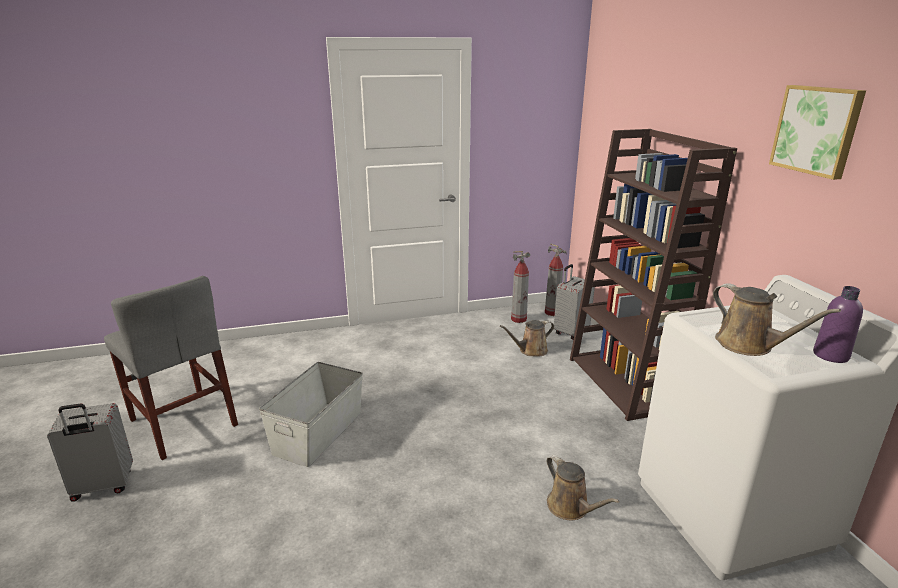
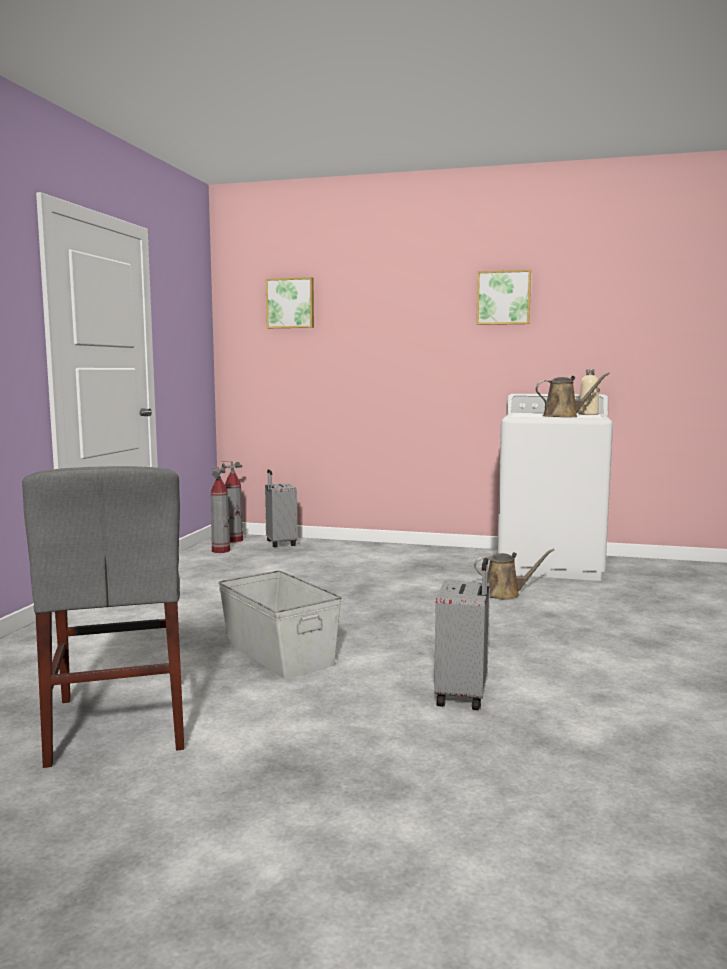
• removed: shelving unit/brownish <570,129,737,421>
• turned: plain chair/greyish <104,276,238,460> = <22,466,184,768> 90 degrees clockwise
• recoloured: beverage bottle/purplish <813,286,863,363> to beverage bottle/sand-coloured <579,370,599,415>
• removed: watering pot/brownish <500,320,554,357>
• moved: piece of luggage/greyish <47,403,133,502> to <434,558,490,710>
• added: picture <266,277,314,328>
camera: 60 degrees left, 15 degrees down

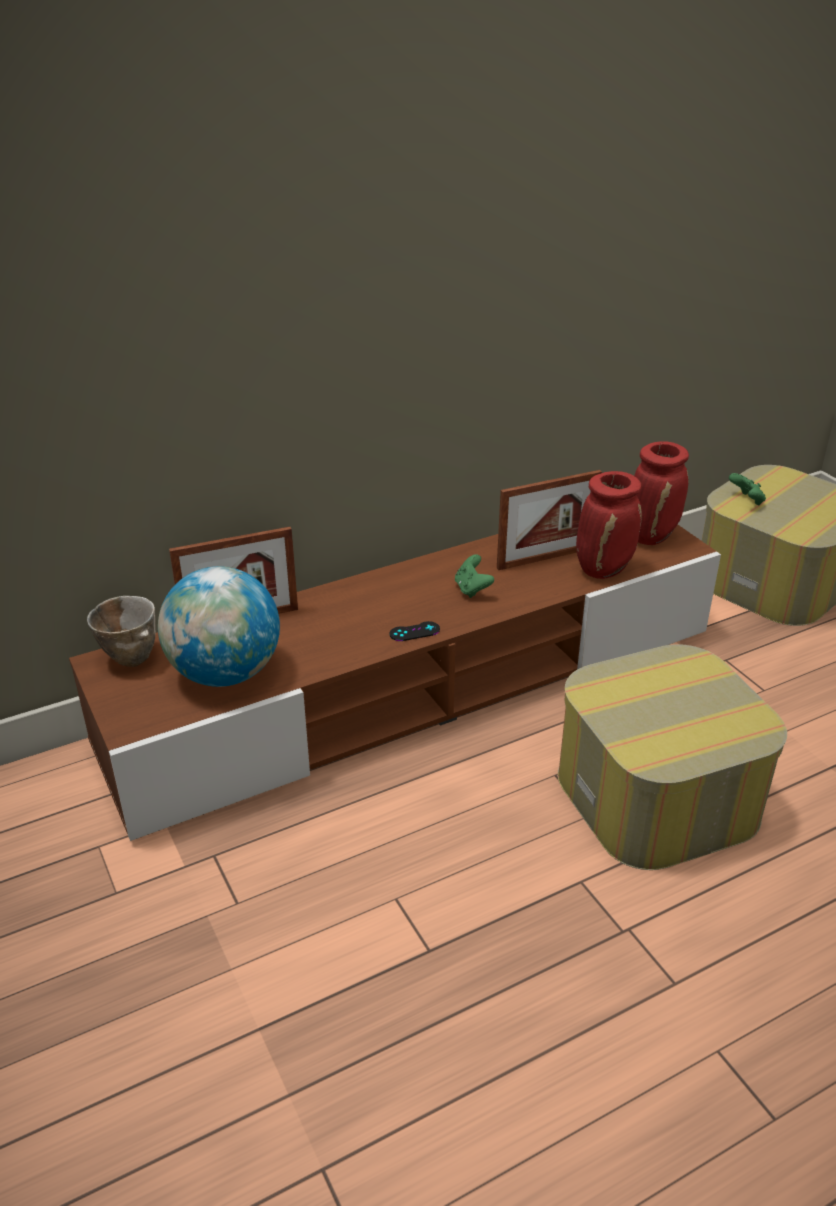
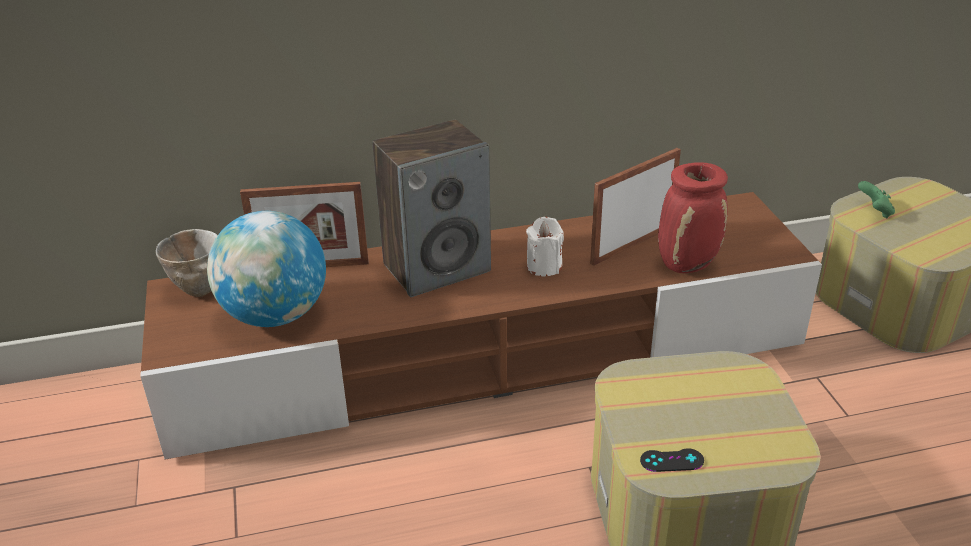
• removed: flower vase/reddish <634,441,689,545>
• turned: standing frame <497,470,602,570> = <590,148,681,266> 150 degrees clockwise
• replaced: gamepad/green-coloured <455,554,494,598> to wax light/white <526,217,564,276>
• moved: gamepad/black-coloured <389,621,440,641> to <640,448,704,472>
• added: audio speaker <372,120,491,297>
camera: 15 degrees right, 0 degrees up

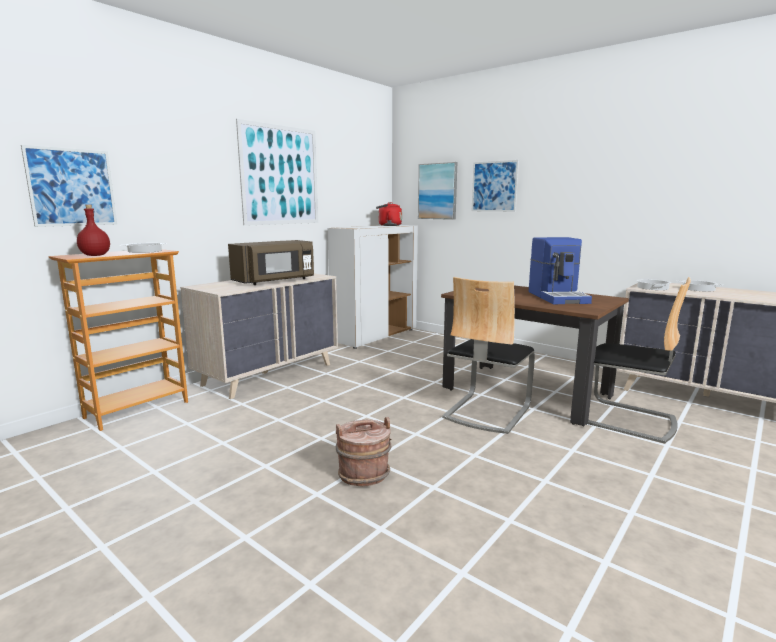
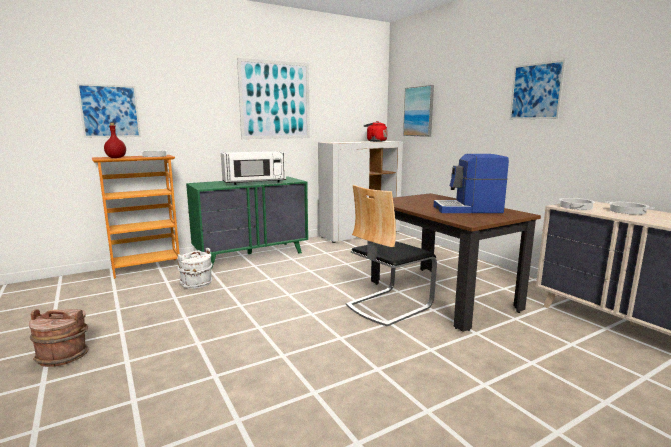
• moved: picture <472,160,519,212> to <510,59,566,119>
• turned: coffee brewer <529,237,592,304> = <434,154,509,213> 75 degrees clockwise
• recoloured: kitchen microwave/brownish <228,240,314,285> to kitchen microwave/white <221,151,286,185>
• recoloured: dresser/sand-coloured <180,273,338,399> to dresser/green-coloured <186,176,308,269>
• removed: plain chair <587,277,691,443>
• moved: bucket/brownish <336,417,392,486> to <29,309,89,367>
• added: bucket/white <177,248,213,289>
camera: 20 degrees right, 0 degrees up

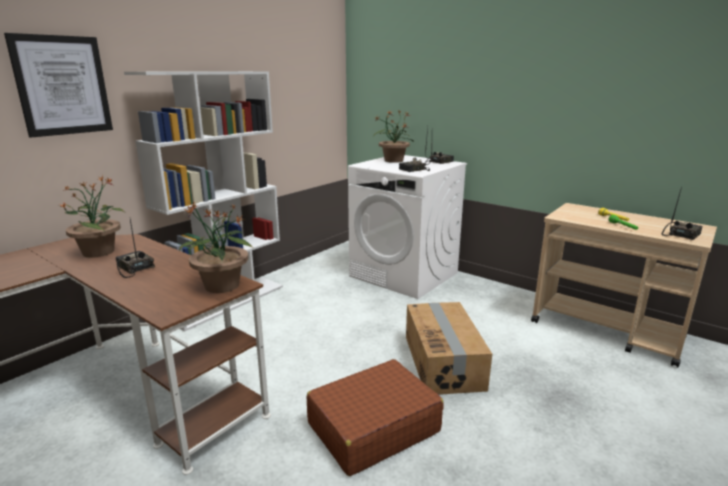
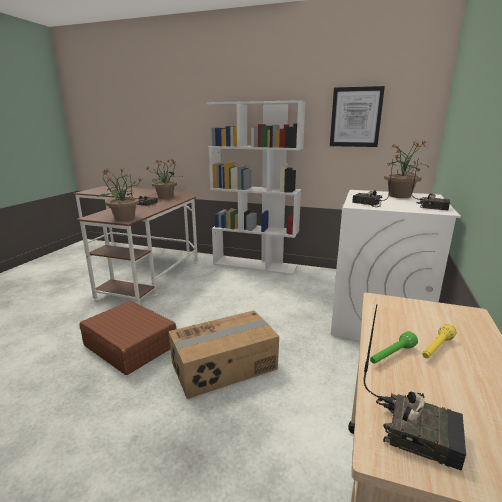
• moved: picture <4,33,113,138> to <330,86,385,147>
camera: 70 degrees right, 0 degrees up

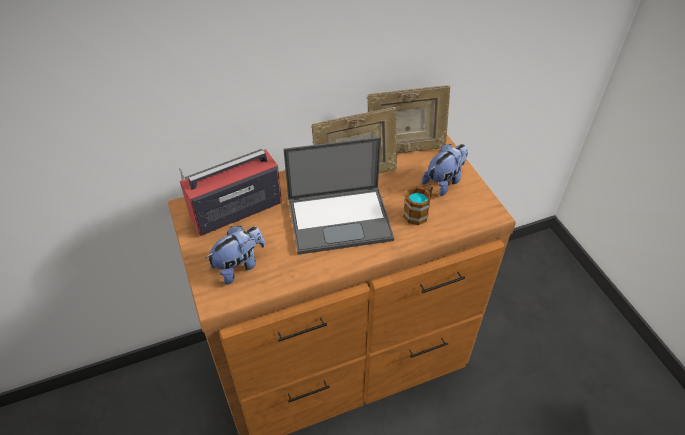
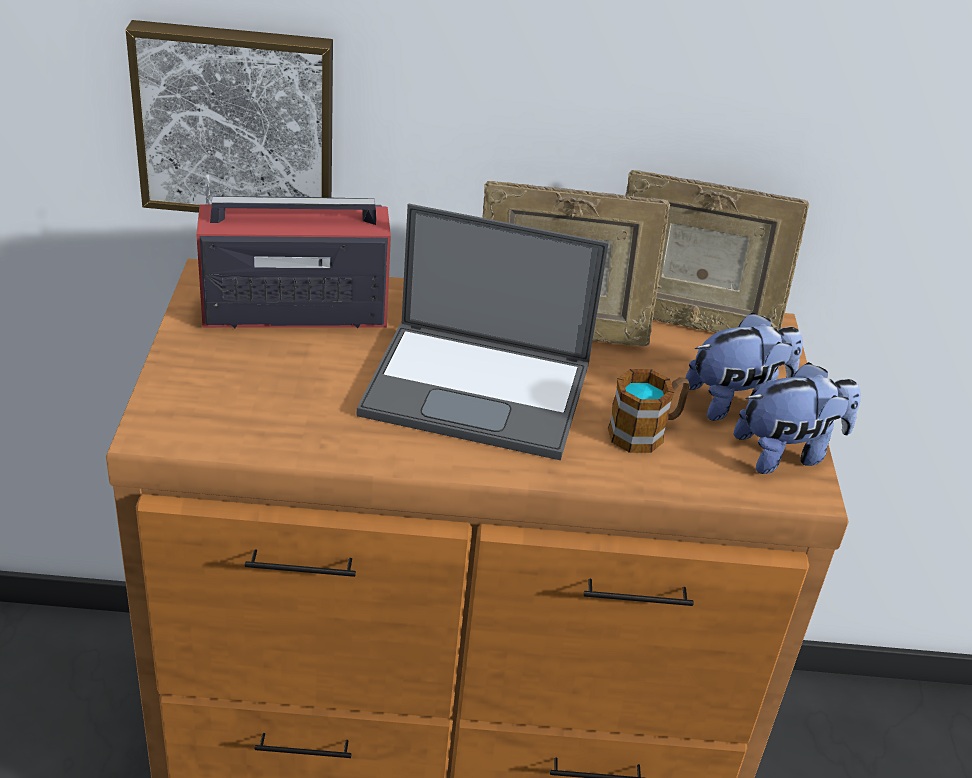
• moved: cuddly toy <206,226,265,284> to <733,362,861,474>
• added: picture <126,20,333,213>
camera: 20 degrees right, 10 degrees down

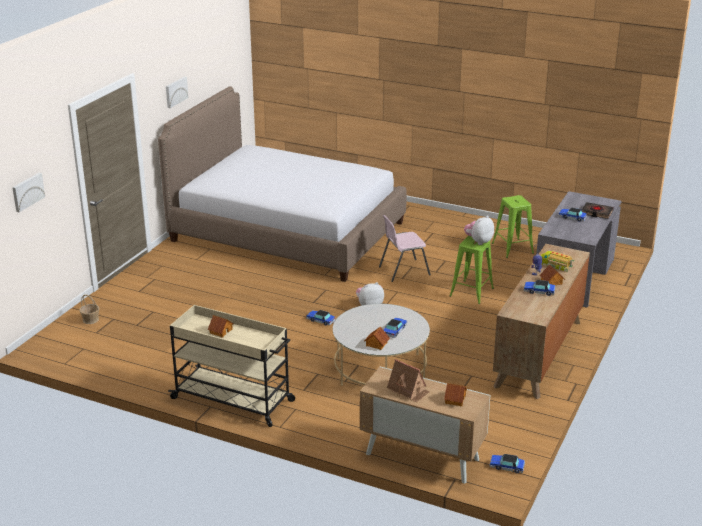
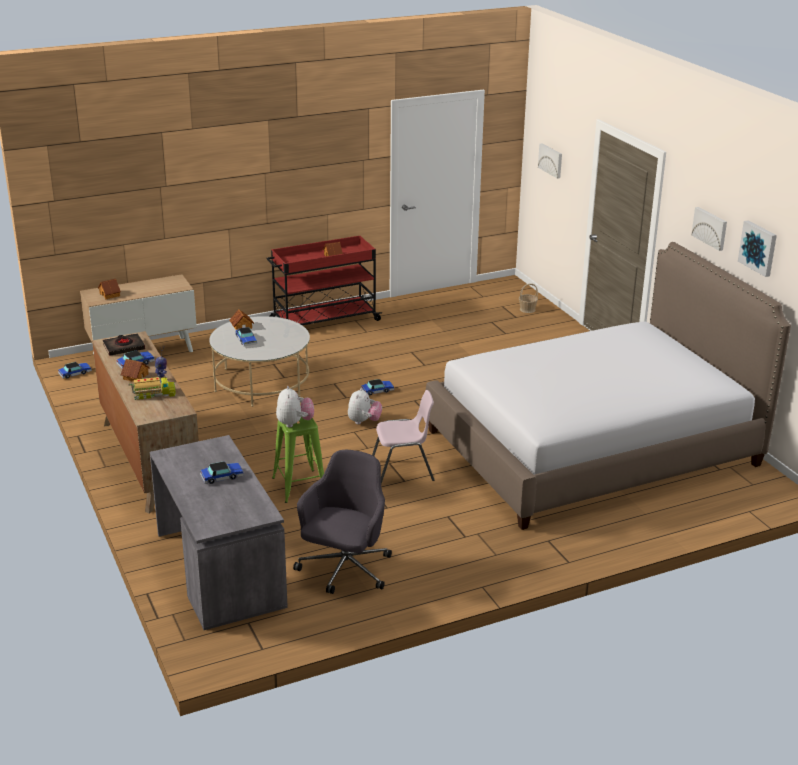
• replaced: sitting stool/green-coloured <492,195,534,258> to desk chair/greyish <293,450,392,594>
• moved: bound book/black-coloured <582,202,614,219> to <103,333,145,356>
• turned: plain chair/pinkish <379,215,431,282> = <372,390,435,484> 60 degrees clockwise
• recoloured: wheeled cart/sand-coloured <168,305,295,427> to wheeled cart/reddish <267,236,382,325>
• removed: model house <387,359,430,402>
• added: picture <738,220,777,277>
camera: 130 degrees right, 0 degrees up

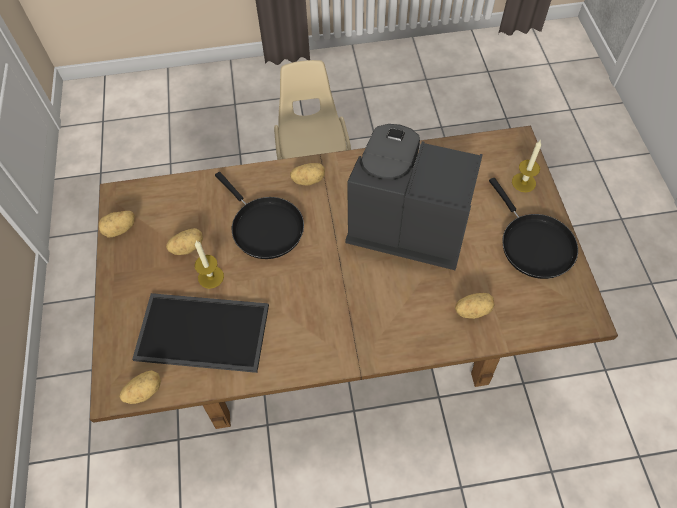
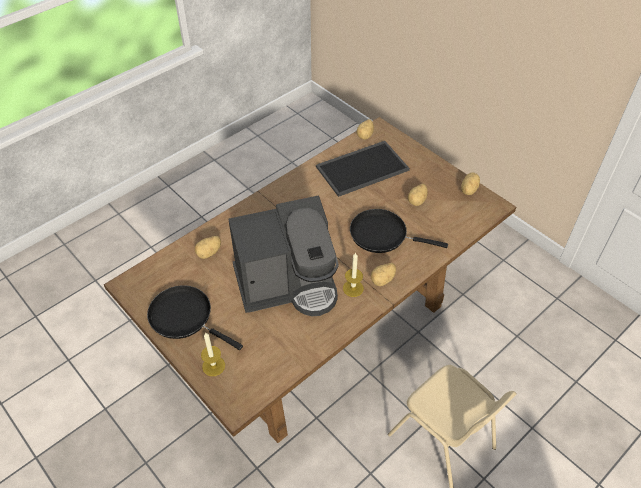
• moved: wax light <195,241,224,289> to <343,252,364,297>
camera: 145 degrees right, 10 degrees down

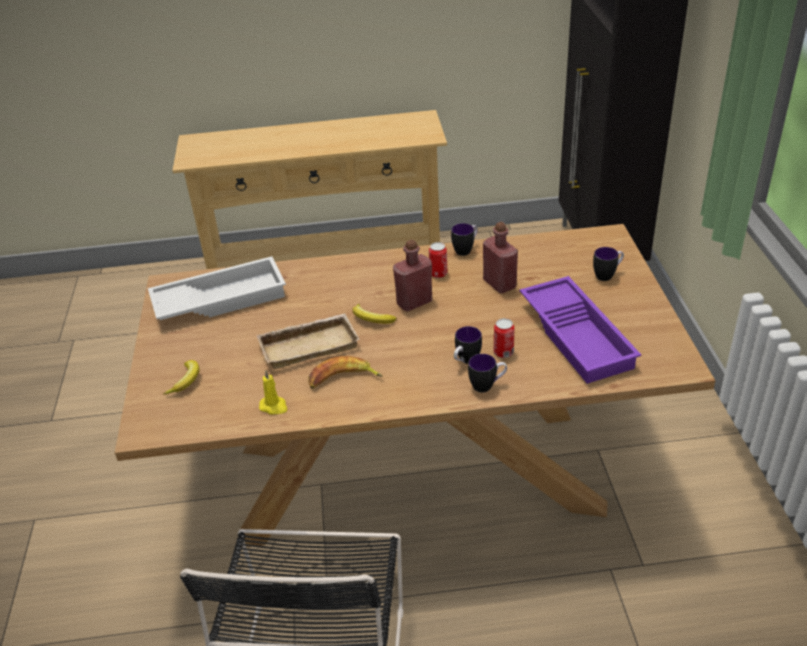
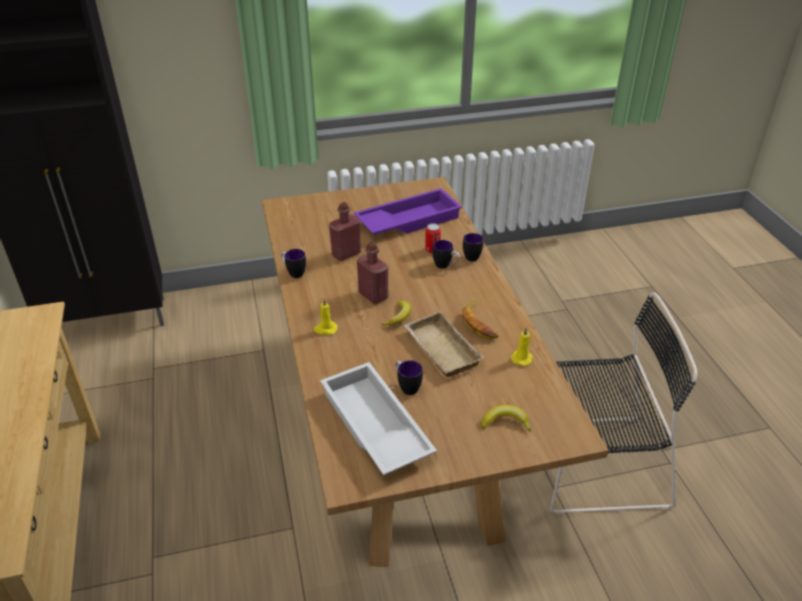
• removed: can <429,242,448,278>
• moved: coffee mug <593,247,624,281> to <396,360,423,395>
• added: wax light/yellow <313,299,338,335>
camera: 100 degrees left, 0 degrees up

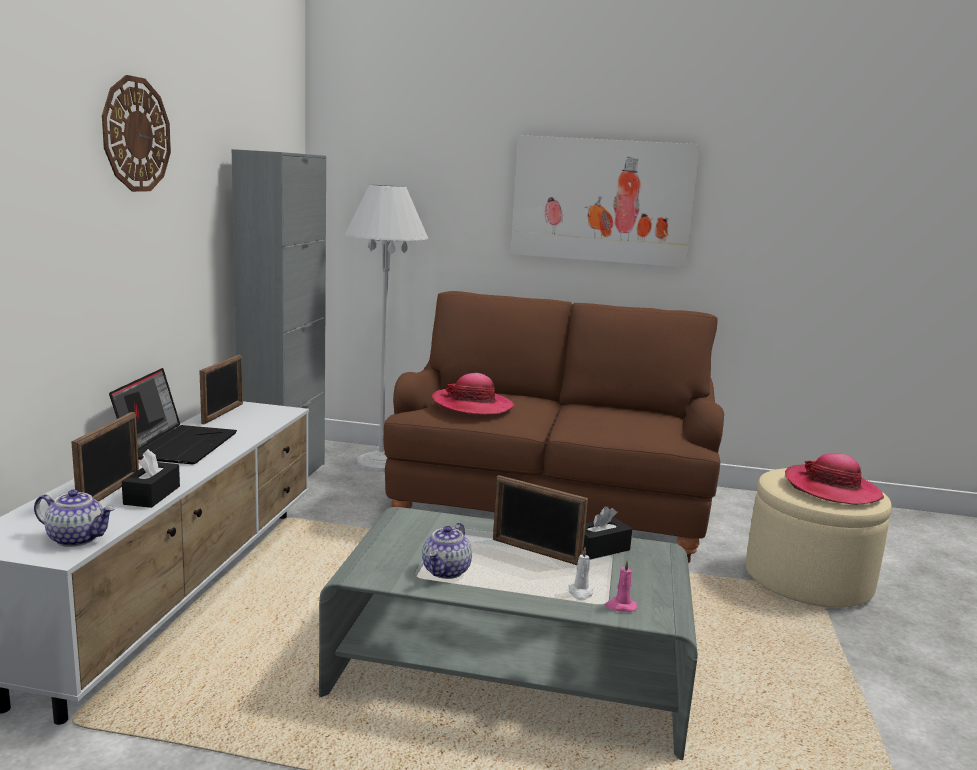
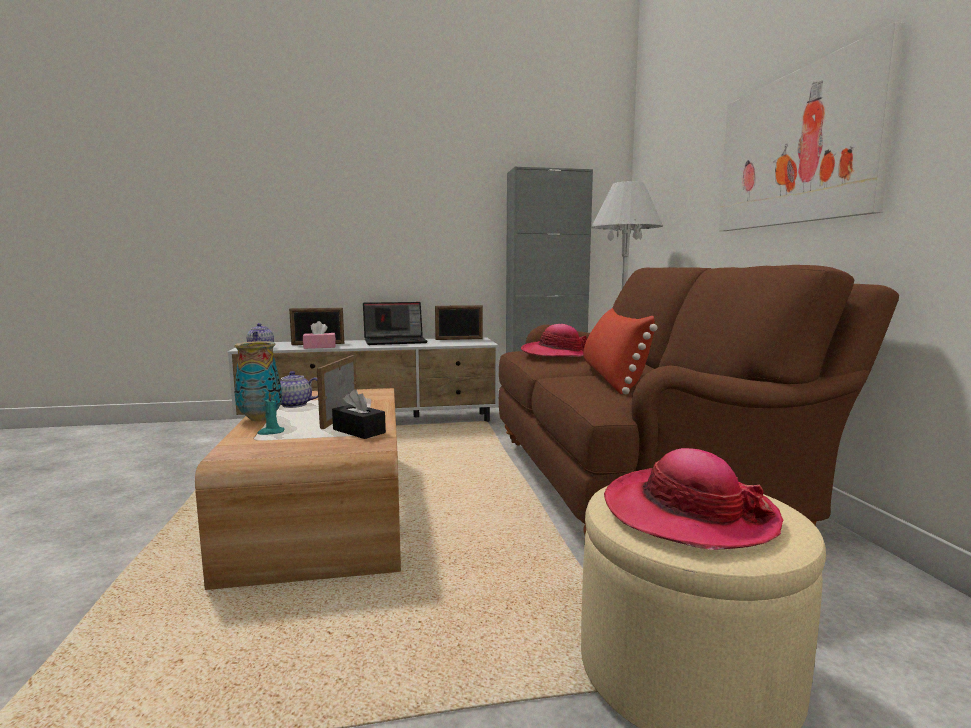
• removed: wall clock <102,75,171,192>
• recoloured: tissue holder/black-coloured <122,449,180,508> to tissue holder/pinkish <303,321,336,349>
• recoloured: lounge table/greyish <319,507,698,760> to lounge table/brownish <195,388,401,590>
• recoloured: wax light/white <568,547,594,600> to wax light/turquoise-coloured <258,392,284,435>
• removed: wax light/pinkish <605,560,637,612>
• added: throw pillow/reddish <583,308,658,394>
• added: flower vase <234,341,282,421>
camera: 70 degrees right, 5 degrees down

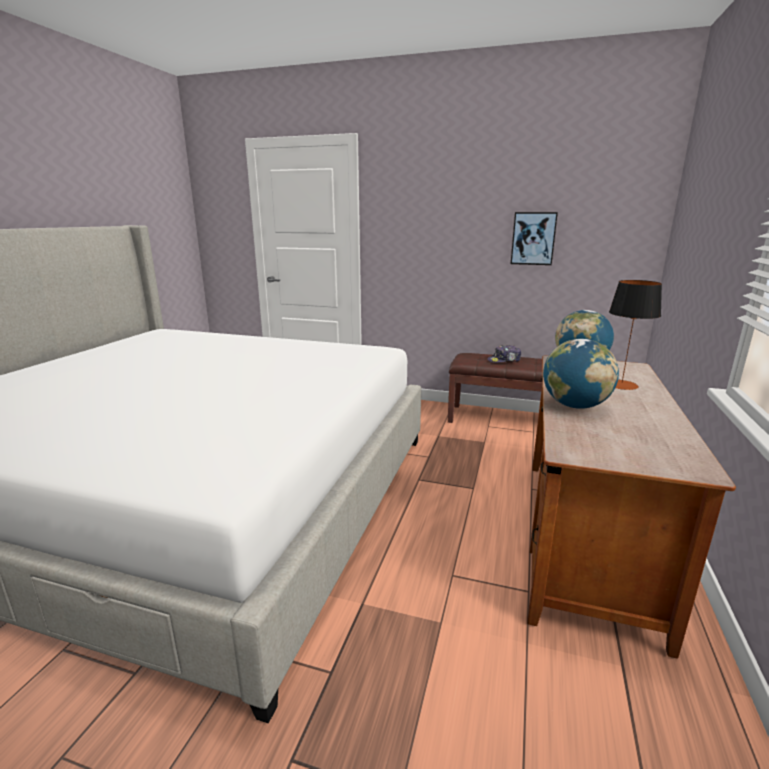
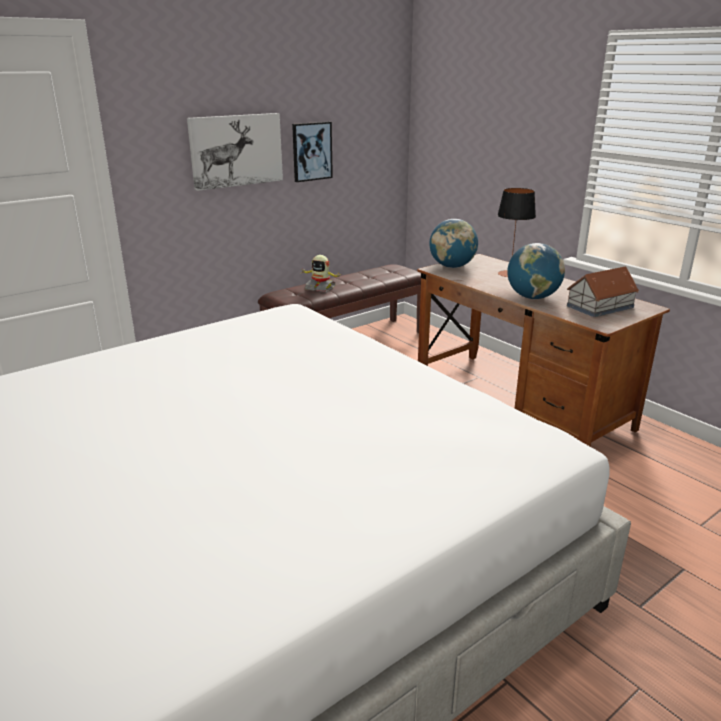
• replaced: cap <487,345,521,363> to model robot <300,255,341,292>
• added: picture <187,113,283,191>
• added: model house <567,266,639,317>
camera: 55 degrees left, 5 degrees up

